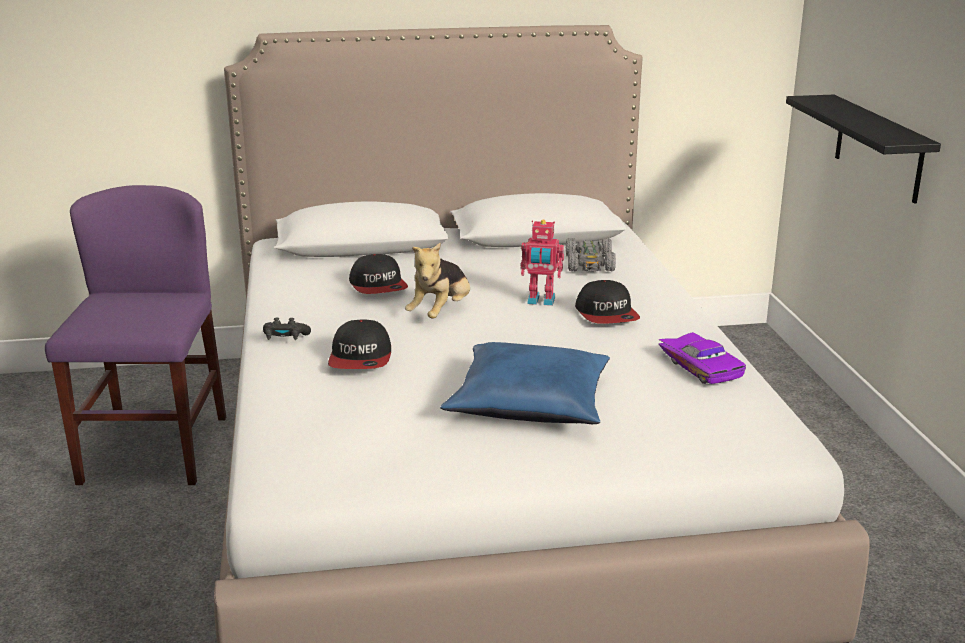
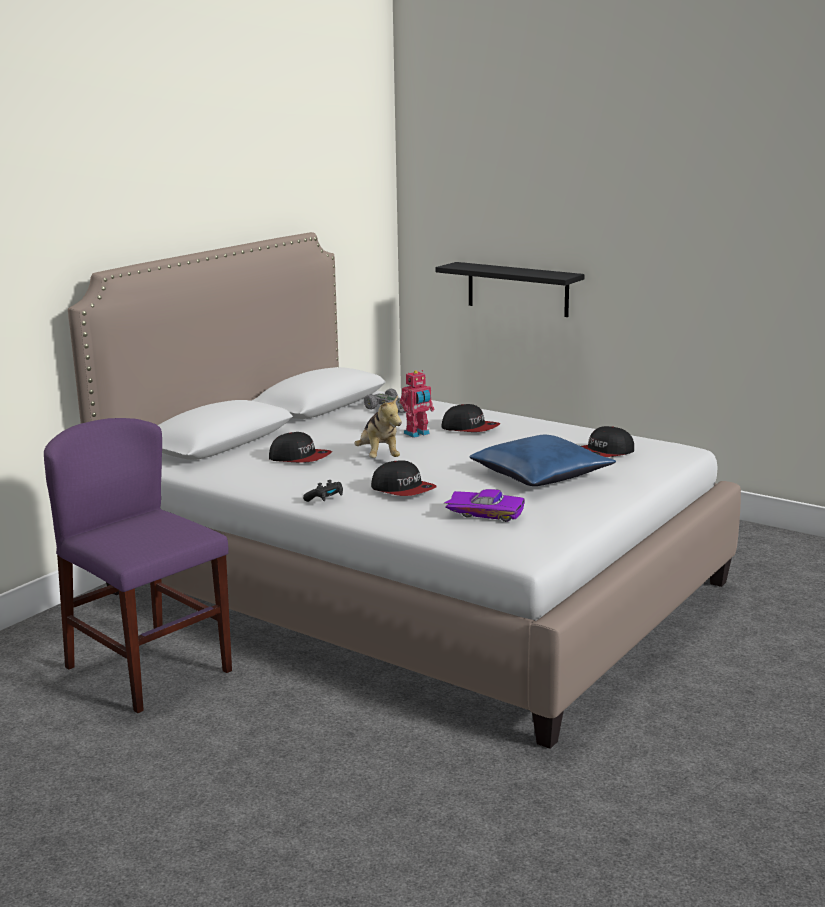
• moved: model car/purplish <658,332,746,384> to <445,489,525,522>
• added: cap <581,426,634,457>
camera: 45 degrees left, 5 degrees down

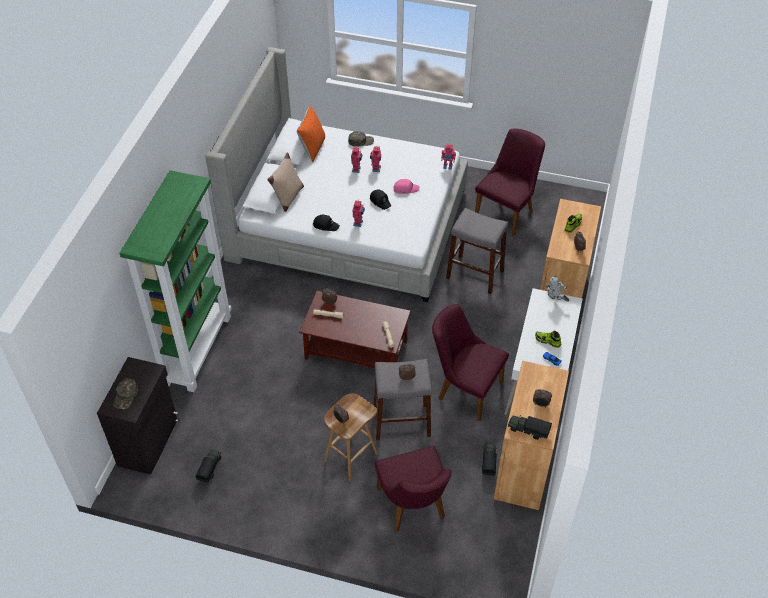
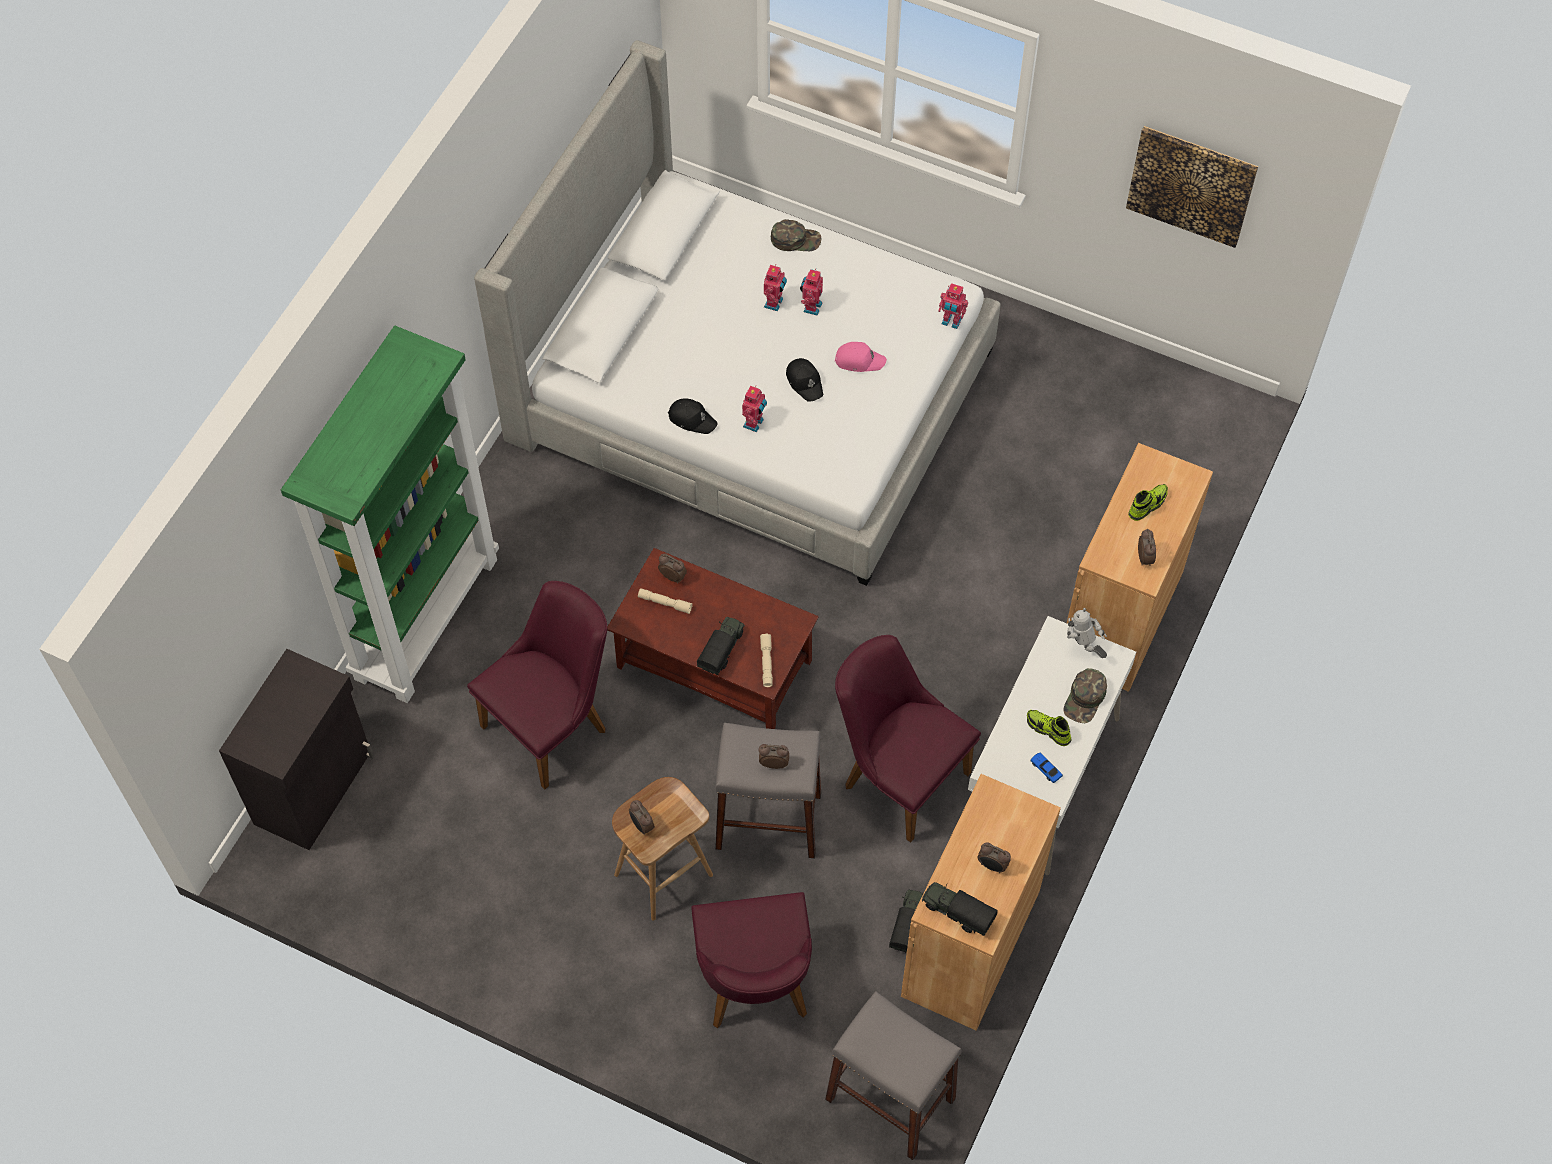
• removed: throw pillow/orangey <297,105,325,162>
• moved: plain chair/purplish <475,129,545,236> to <467,581,607,789>
• removed: throw pillow/sand-coloured <267,153,304,212>
• moved: sitting stool/greyish <446,208,508,294> to <825,991,962,1160>
• moved: cap/green-coloured <113,378,138,409> to <1063,668,1107,723>
• moved: model truck <196,450,221,482> to <697,617,745,675>
• added: picture <1126,126,1258,248>
camera: 10 degrees right, 10 degrees up

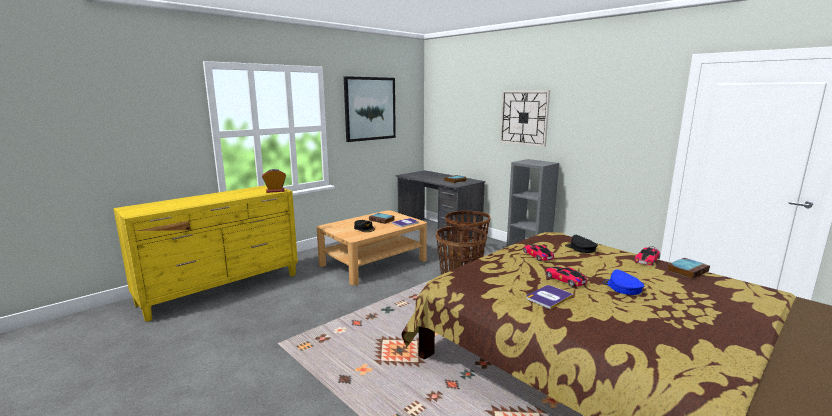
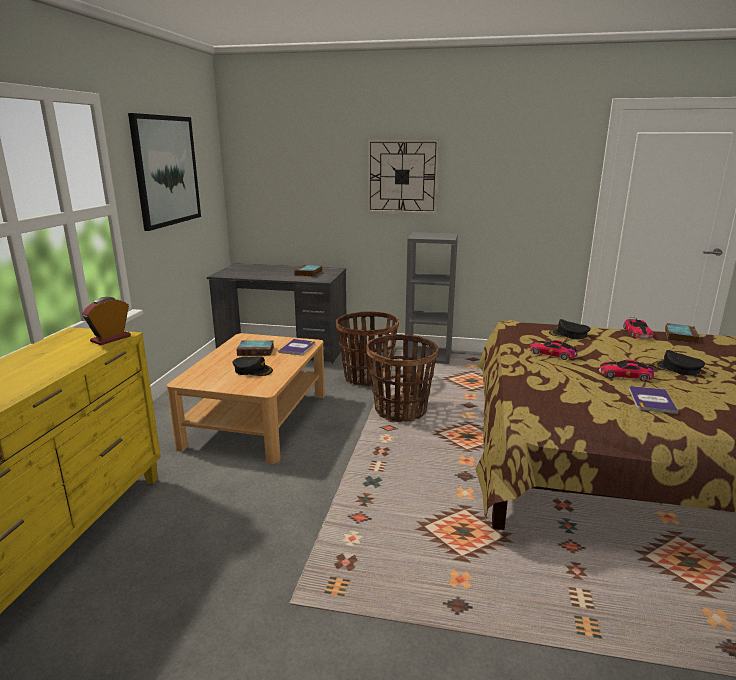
• recoloured: cap/blue <603,269,644,295> to cap/black-coloured <652,350,705,375>
camera: 35 degrees left, 5 degrees up

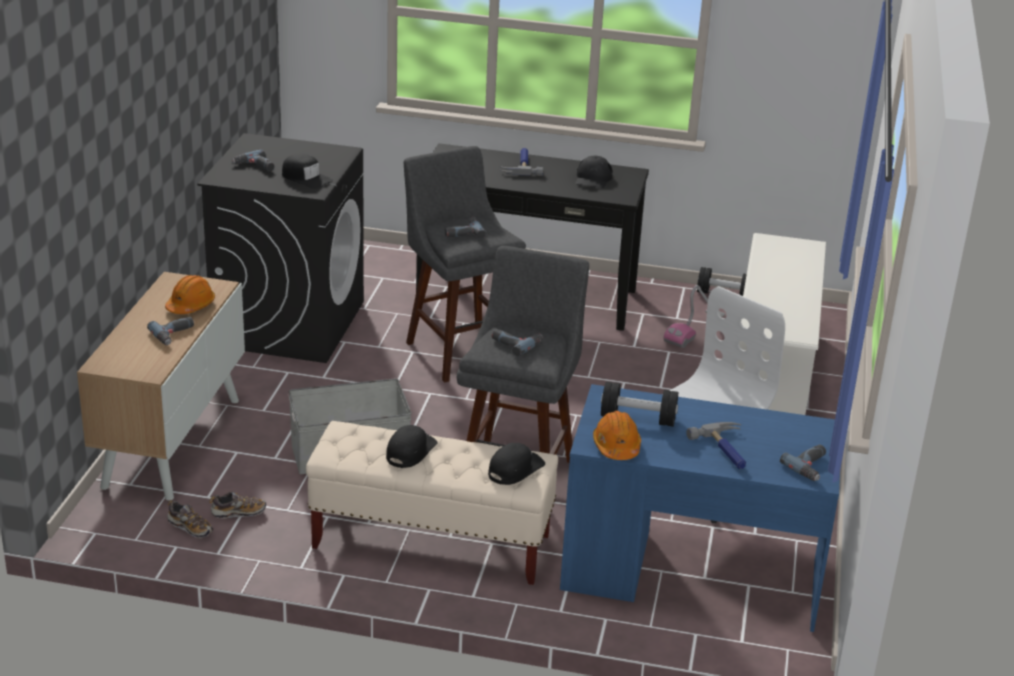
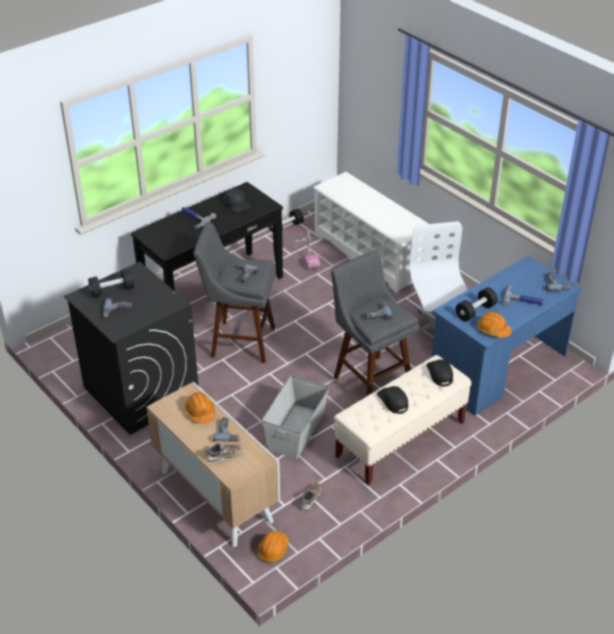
• removed: cap/black-coloured <282,154,333,189>
• moved: low shoe <168,501,213,538> to <205,443,242,462>
• added: free weight/black-coloured <88,269,134,298>
• added: work helmet/orangey <258,531,289,562>
camera: 50 degrees left, 10 degrees up

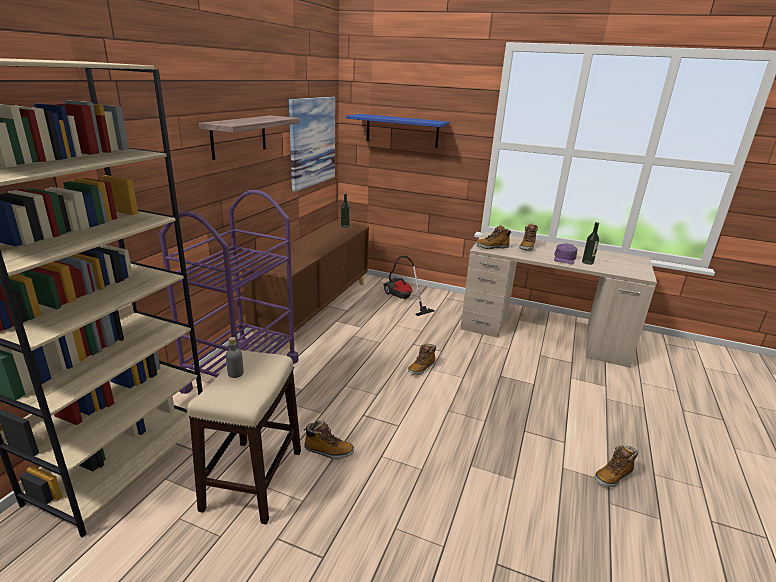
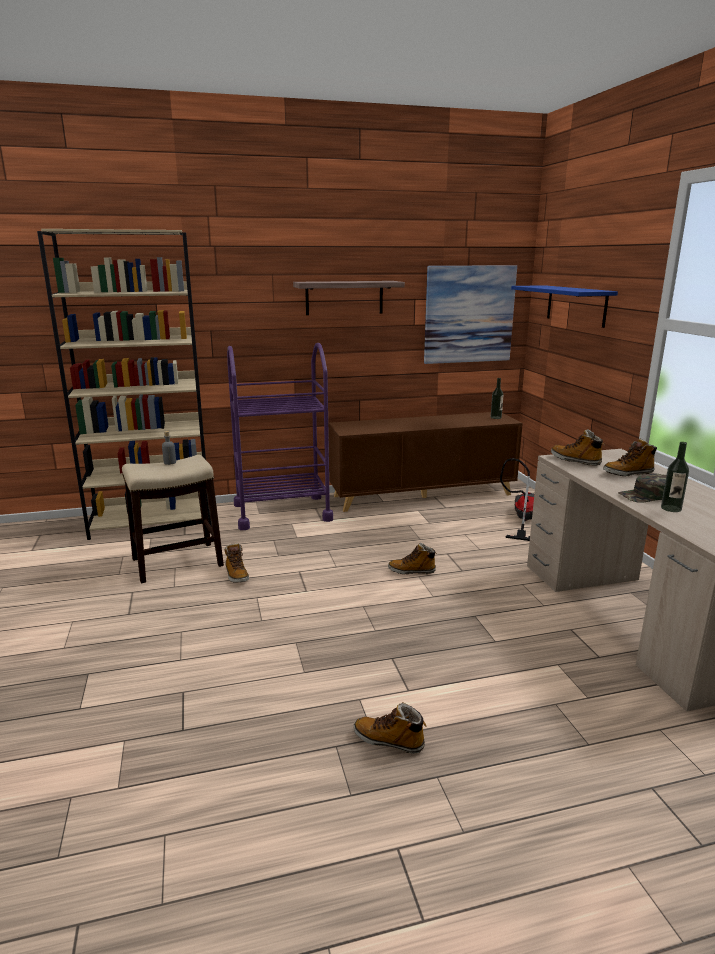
• recoloured: cap/purplish <554,243,578,264> to cap/green-coloured <618,473,666,503>
camera: 55 degrees right, 5 degrees down

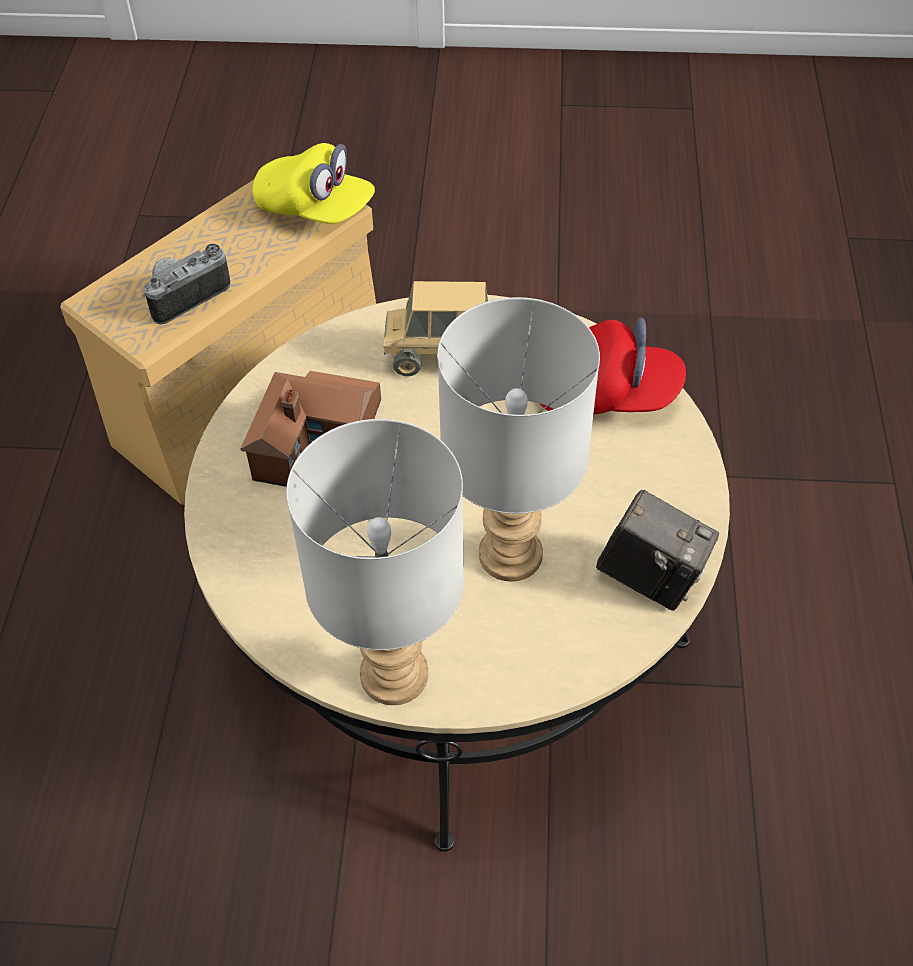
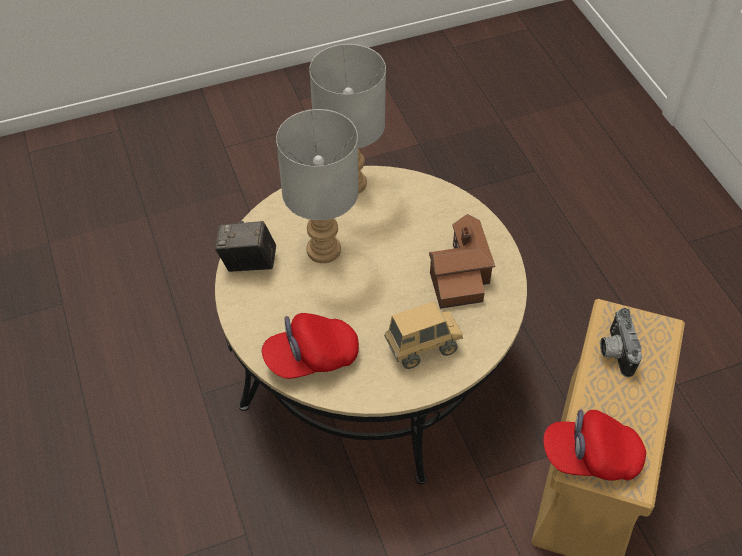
• recoloured: cap/yellow <252,143,375,224> to cap/reddish <543,409,646,481>
• turned: photo camera <143,244,231,325> = <600,308,642,377> 150 degrees clockwise
camera: 155 degrees right, 0 degrees up

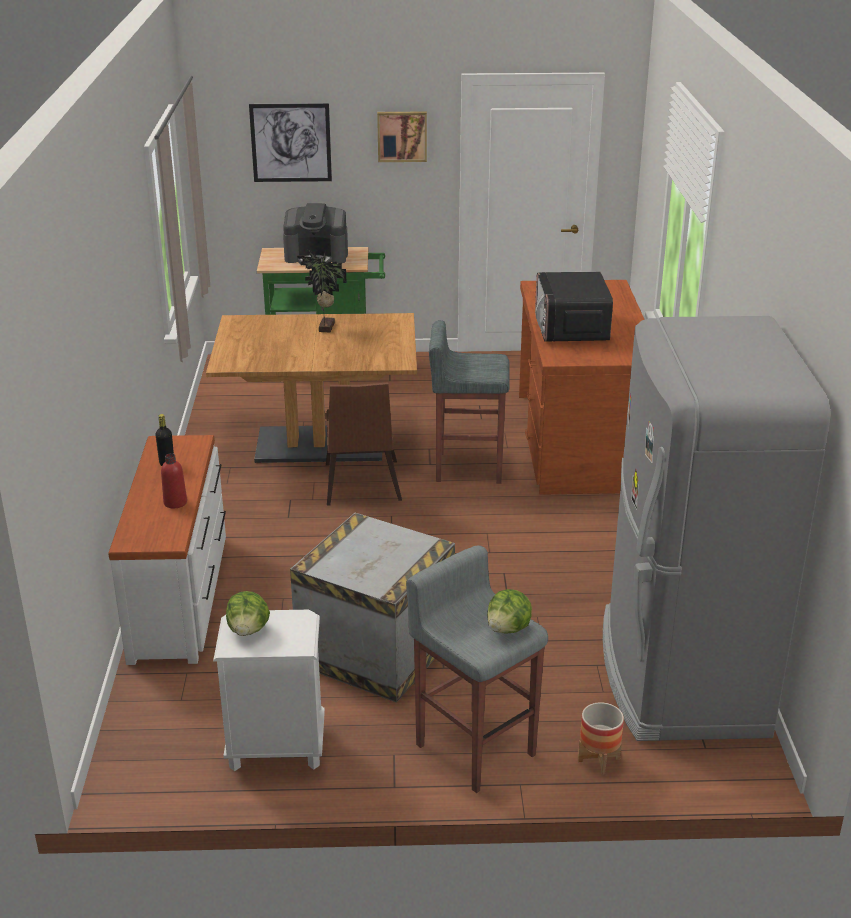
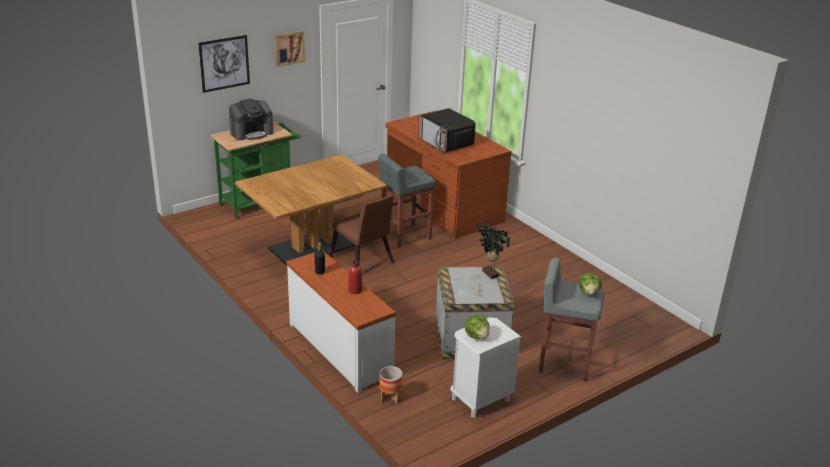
• moved: houseplant <297,249,347,332> to <476,219,510,279>
• removed: refrigerator/greyish <603,316,830,741>
• moved: planter <578,702,624,775> to <379,366,403,405>
camera: 35 degrees left, 0 degrees up

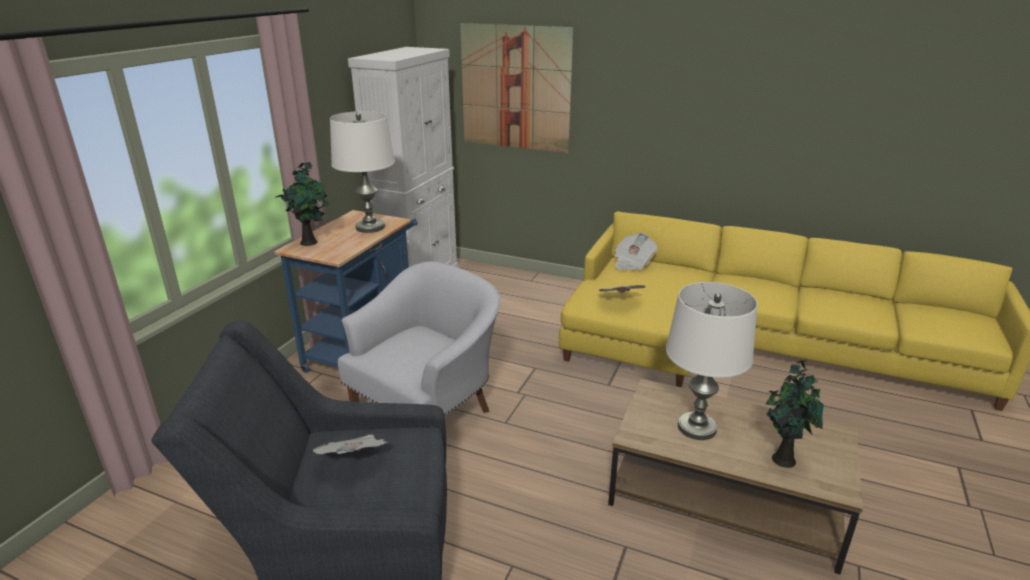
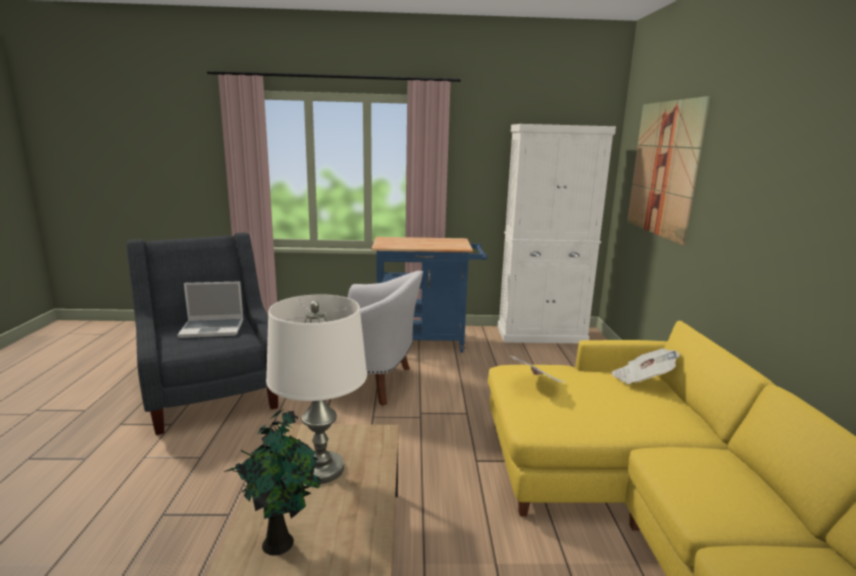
• removed: tabletop lamp/white <330,111,395,233>
• removed: houseplant <276,162,329,246>
• replaced: printed paper <313,435,389,454> to notebook computer <177,281,244,338>
camera: 65 degrees right, 10 degrees down

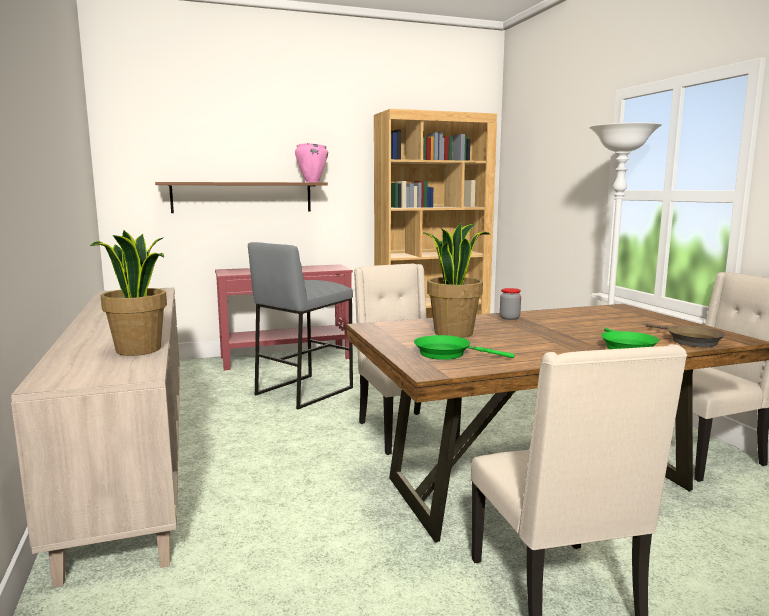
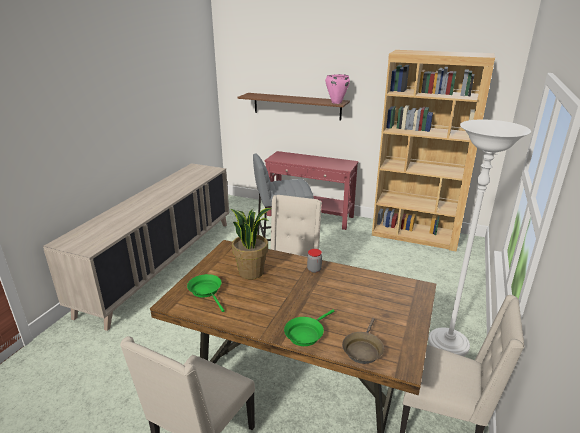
• removed: houseplant <90,230,167,356>
camera: 40 degrees right, 15 degrees up

